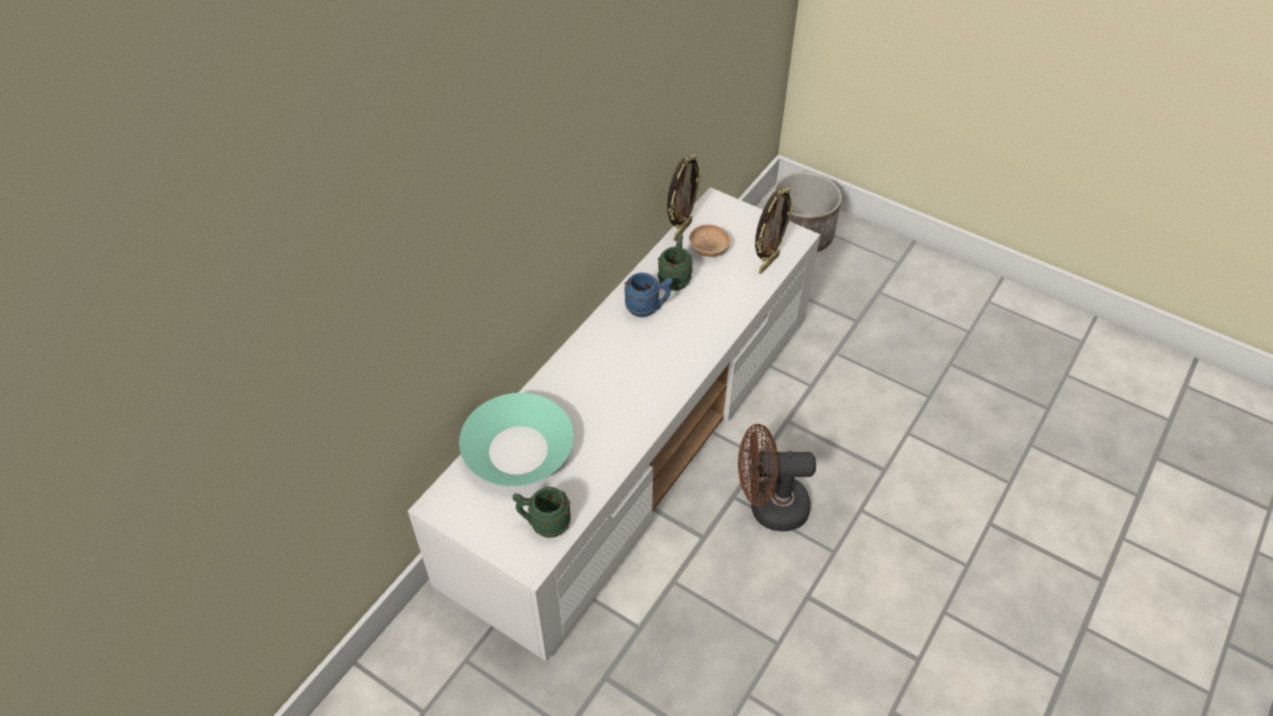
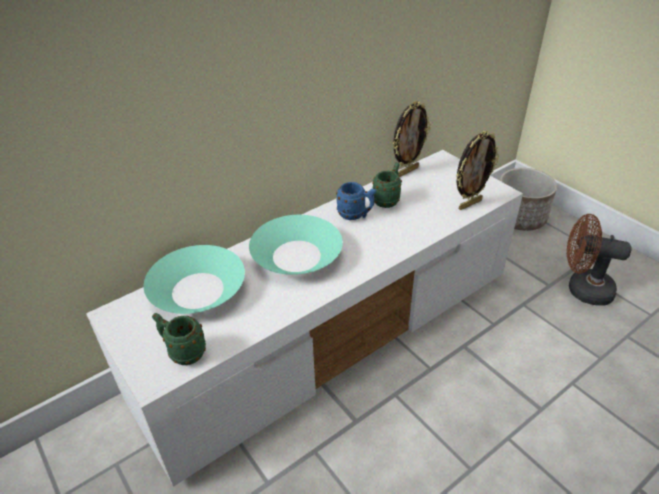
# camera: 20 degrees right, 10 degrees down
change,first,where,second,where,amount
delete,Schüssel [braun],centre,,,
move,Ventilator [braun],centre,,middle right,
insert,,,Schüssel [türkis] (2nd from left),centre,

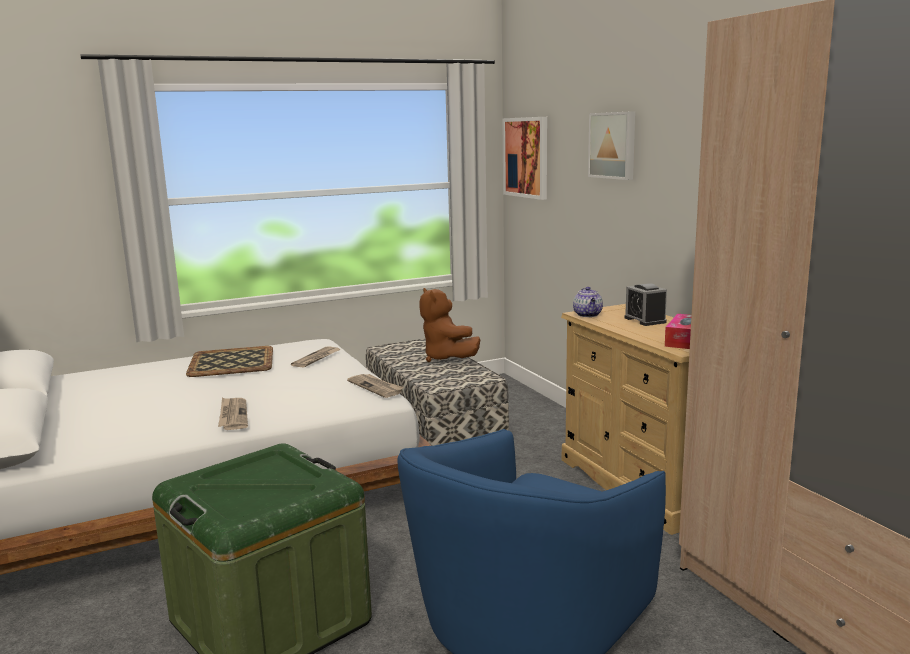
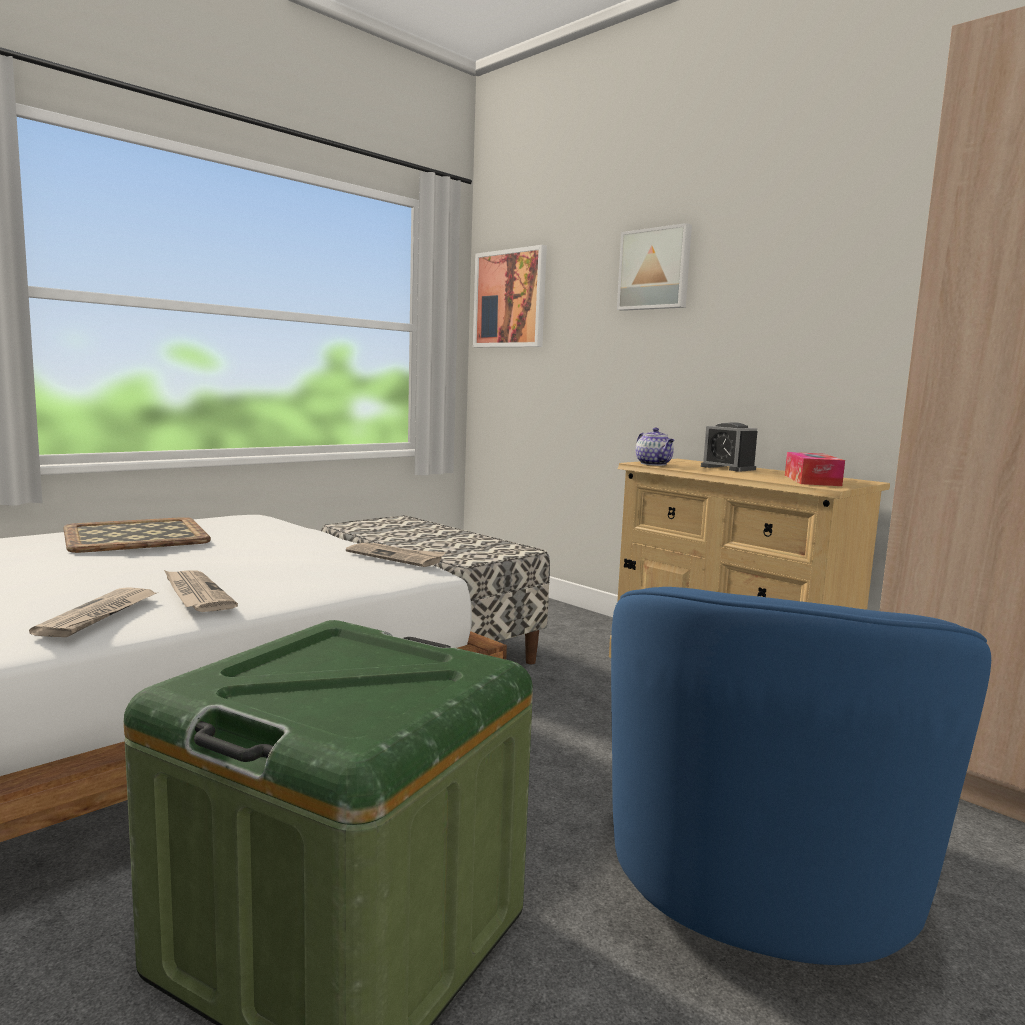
# camera: 20 degrees left, 5 degrees down
change,first,where,second,where,amount
delete,Plüschtier [braun],centre,,,
move,Zeitung (2nd from left in the first image),centre,Zeitung (1st from left),middle left,

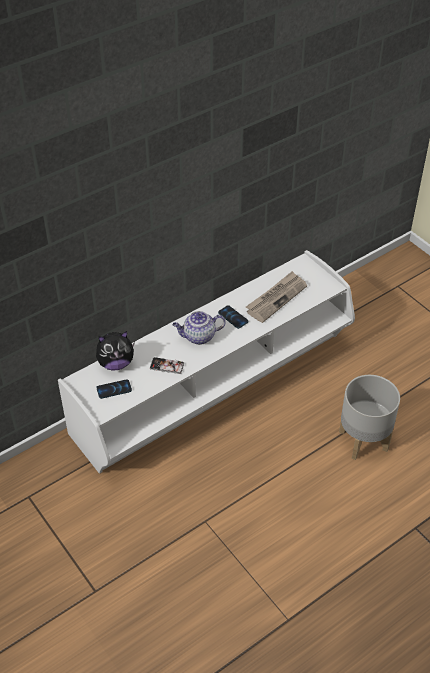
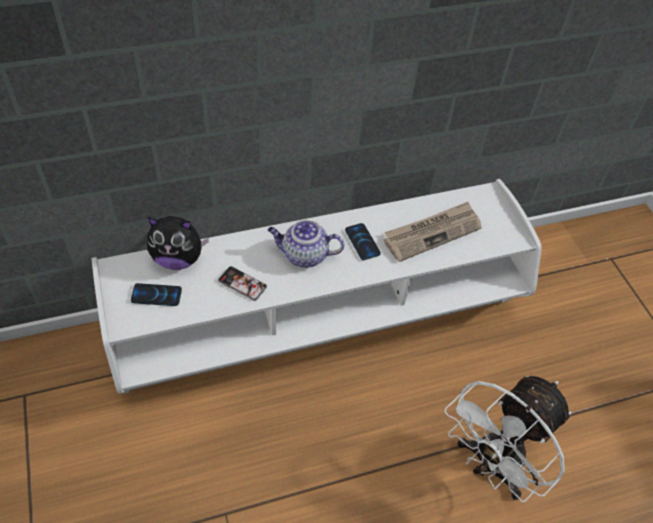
# camera: 15 degrees right, 5 degrees up
change,first,where,second,where,amount
replace,Pflanzkübel [grau],middle right,Ventilator [weiß],bottom right,

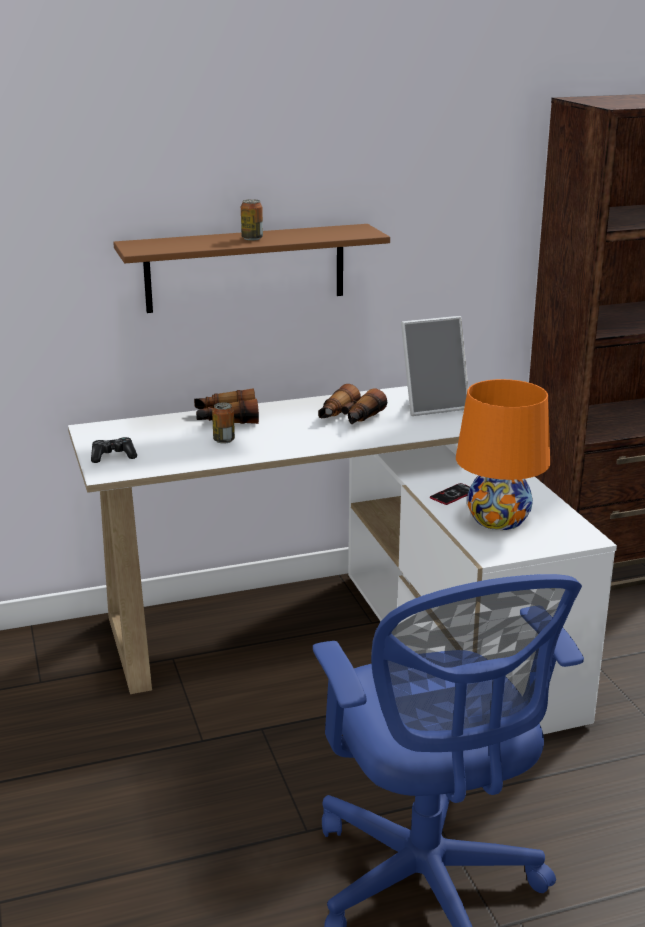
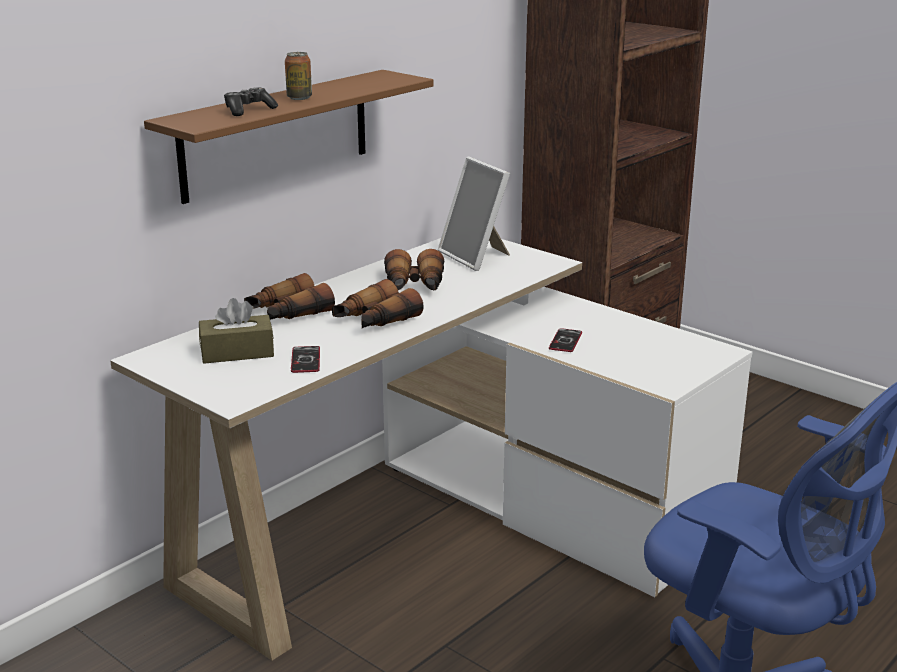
# camera: 30 degrees left, 0 degrees up
change,first,where,second,where,amount
rotate,Bilderrahmen,middle right,,top centre,105 degrees clockwise
delete,Tischlampe [orange],middle right,,,
delete,Dose (1st from left),centre,,,
move,Gamepad,middle left,,top left,
insert,,,Fernglas (2nd from left),centre,
insert,,,Taschentuchbox [braun],middle left,
insert,,,Handy (1st from left),centre,

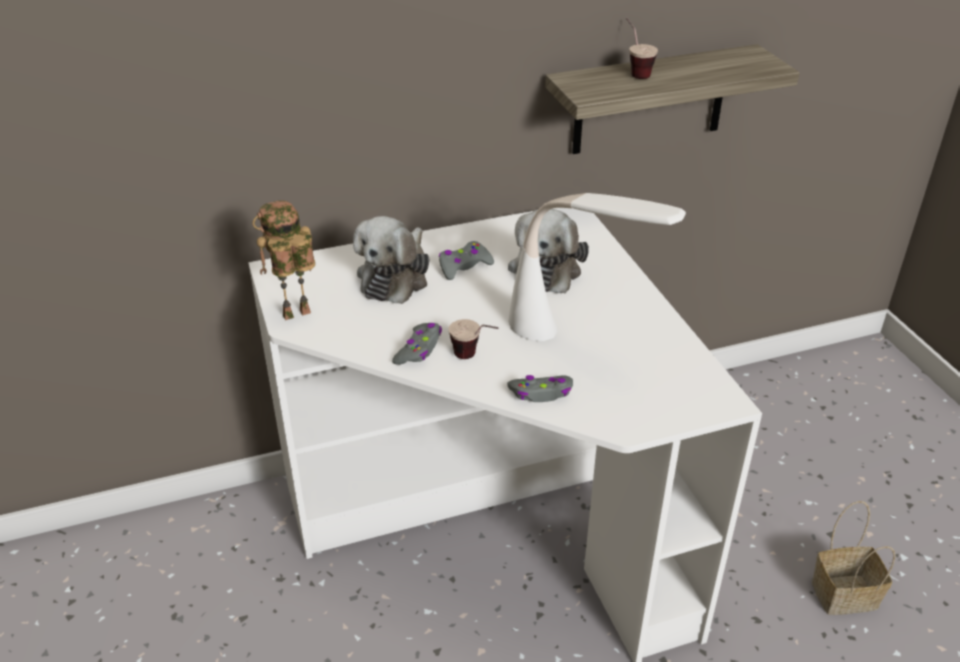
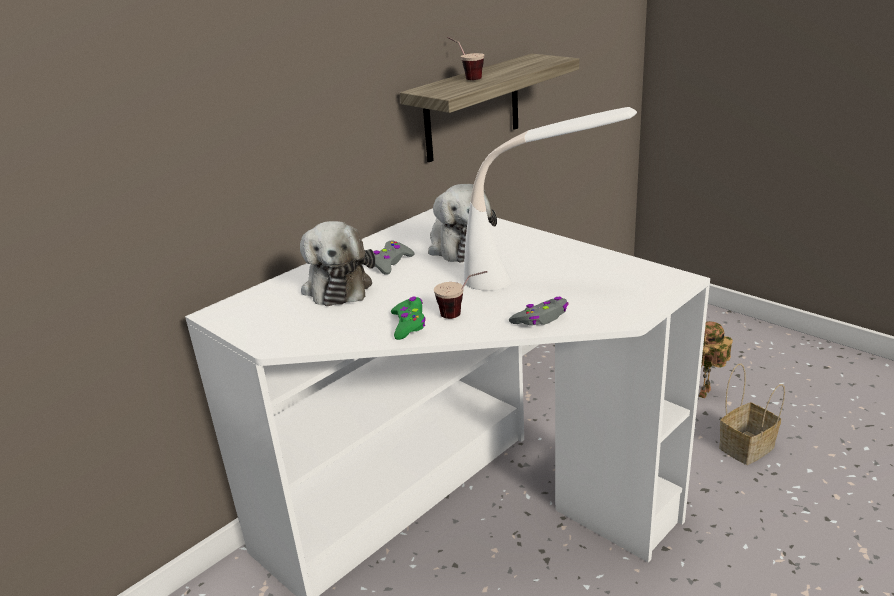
# camera: 25 degrees left, 10 degrees down
change,first,where,second,where,amount
move,Spielzeugroboter,middle left,,middle right,
recolor,Gamepad [grau] (1st from left),centre,Gamepad [grün],centre,

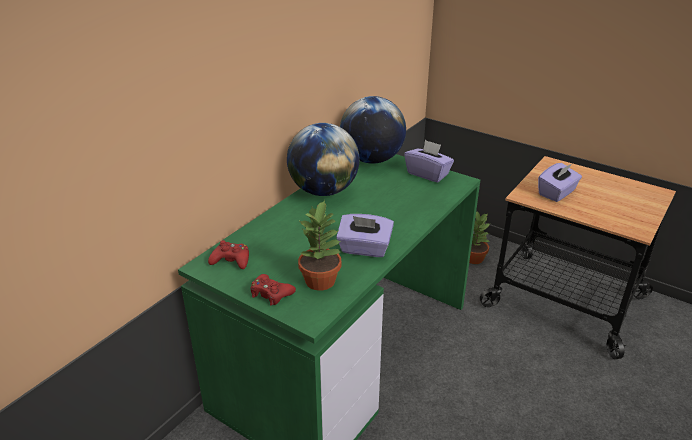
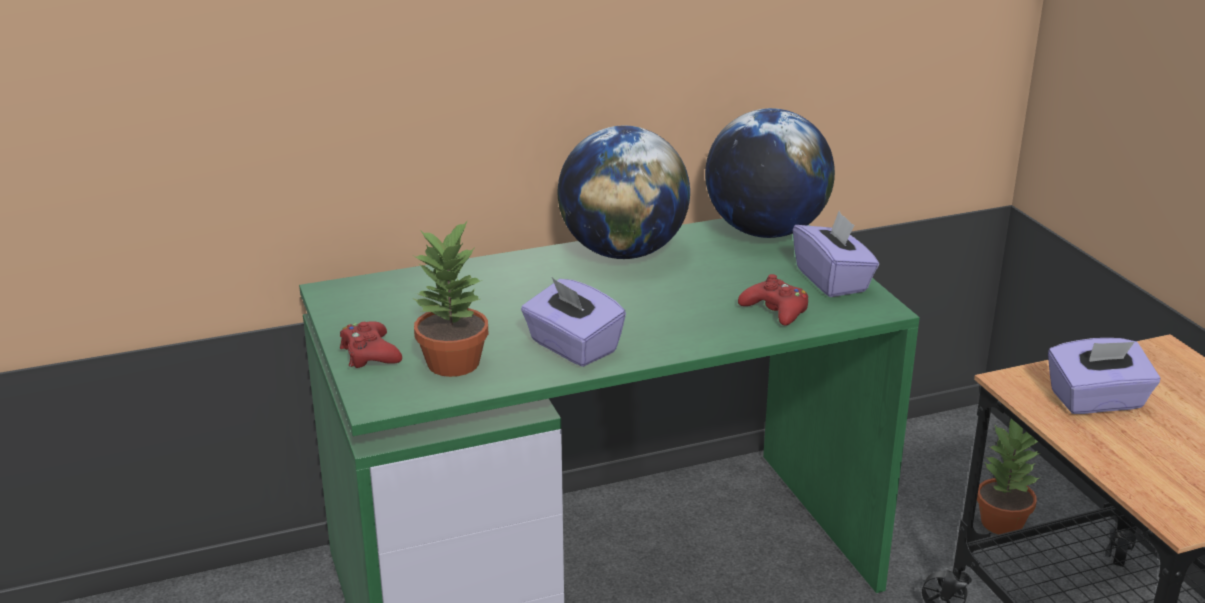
# camera: 35 degrees right, 5 degrees down
change,first,where,second,where,amount
move,Gamepad [rot] (1st from left in the first image),middle left,Gamepad [rot] (2nd from left),centre,

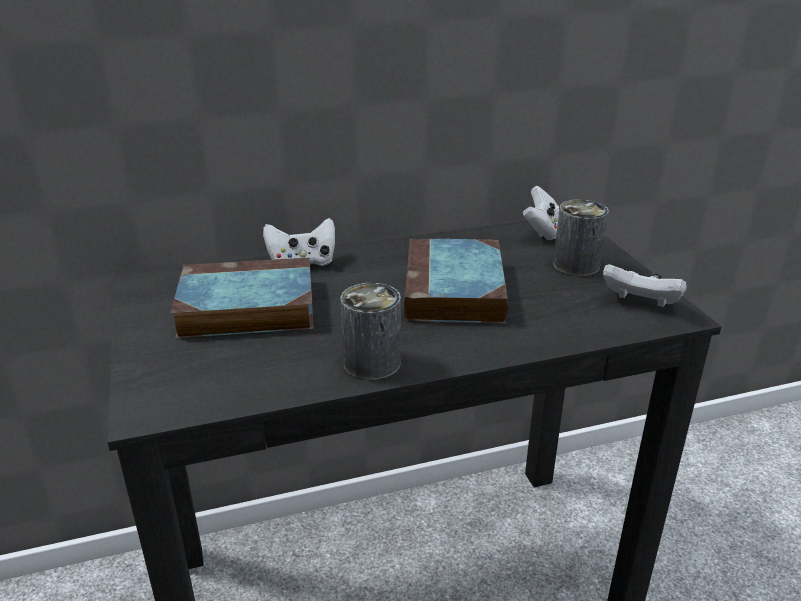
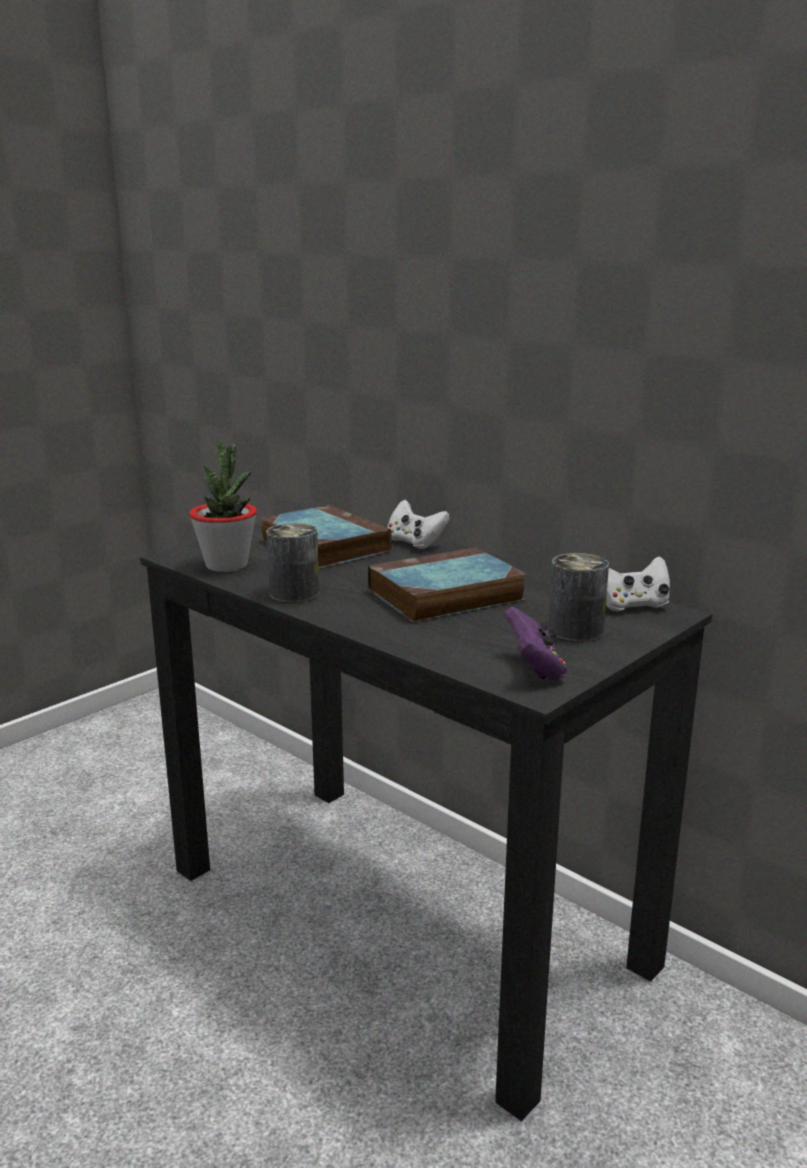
# camera: 60 degrees right, 10 degrees down
change,first,where,second,where,amount
recolor,Gamepad [weiß] (3rd from left),middle right,Gamepad [lila],centre,
insert,,,Topfpflanze,middle left,

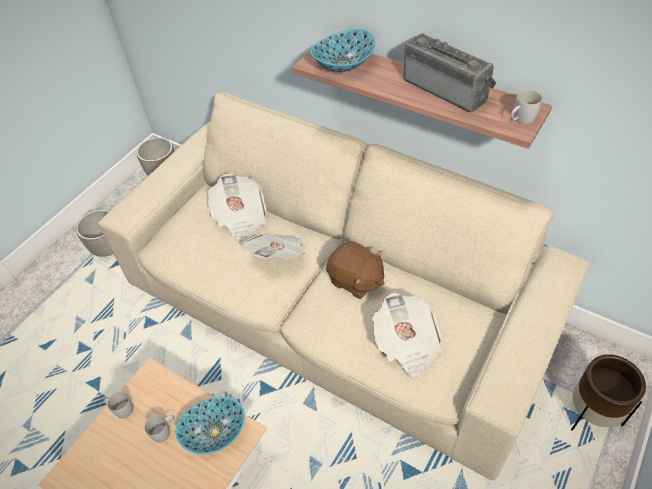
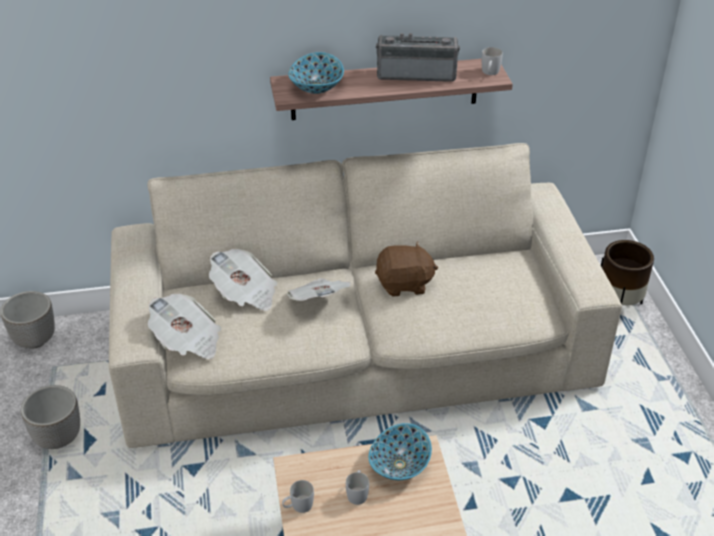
# camera: 45 degrees left, 10 degrees down
change,first,where,second,where,amount
move,Zeitung (3rd from left in the first image),bottom centre,Zeitung (1st from left),middle left,

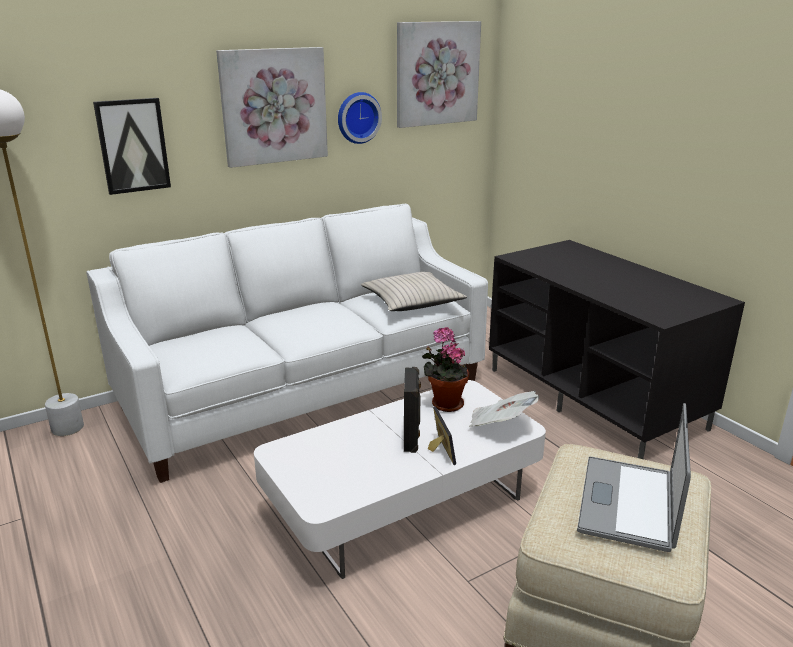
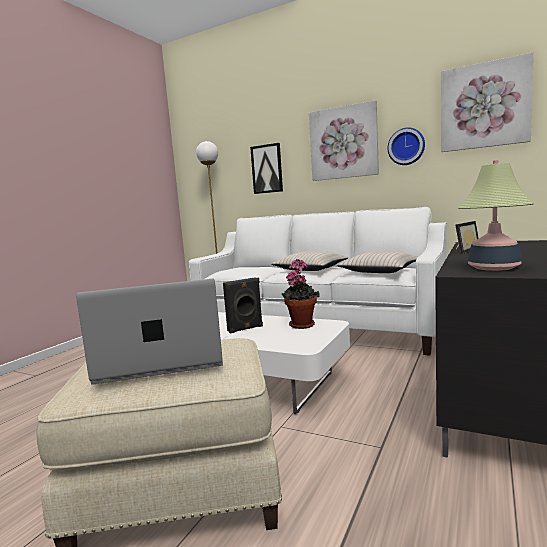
# camera: 60 degrees right, 15 degrees down
change,first,where,second,where,amount
delete,Zeitung,centre,,,
move,Bilderrahmen,bottom centre,,middle right,
insert,,,Tischlampe,middle right,
insert,,,Kissen [beige] (1st from left),centre,

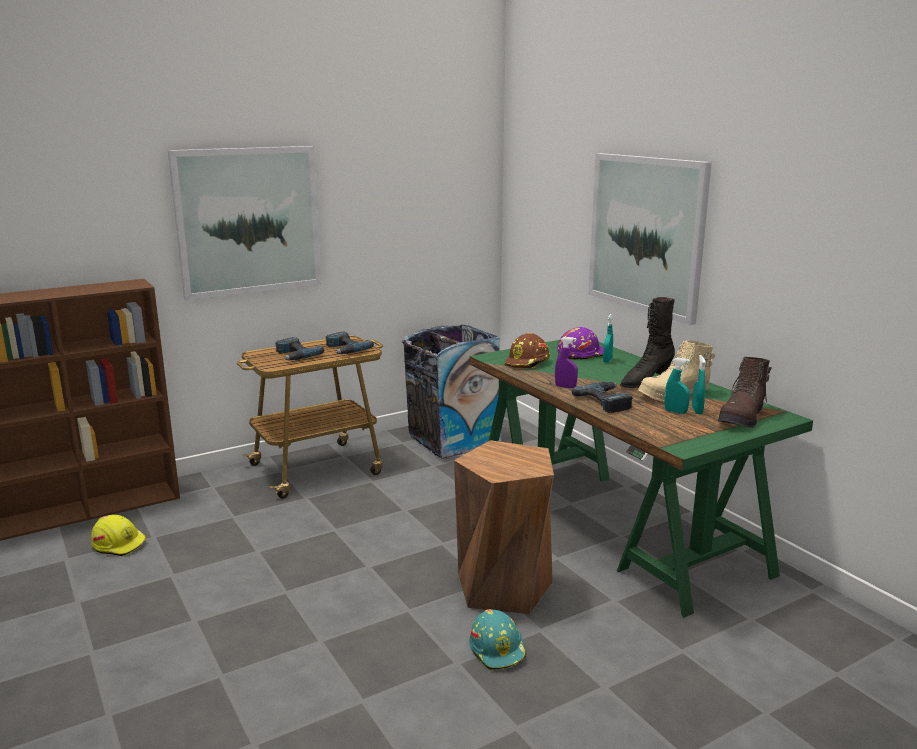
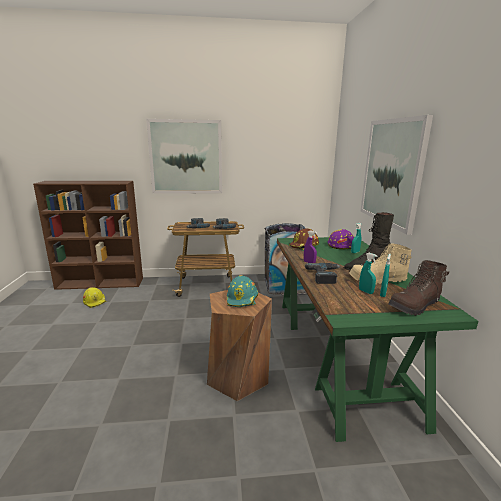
# camera: 25 degrees right, 0 degrees up
change,first,where,second,where,amount
move,Schutzhelm [türkis],bottom centre,,centre,

